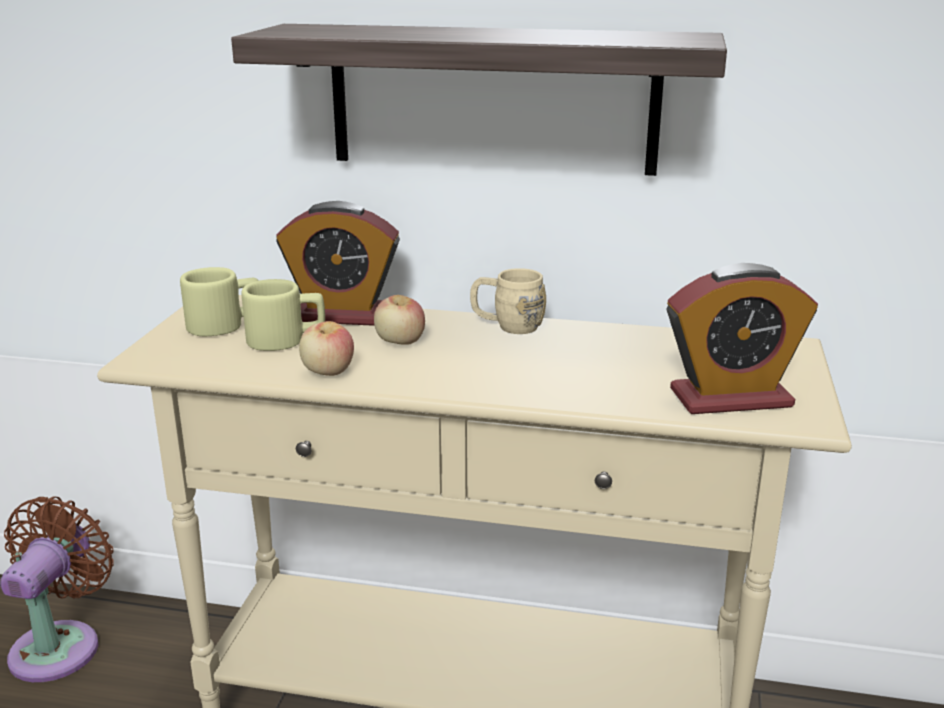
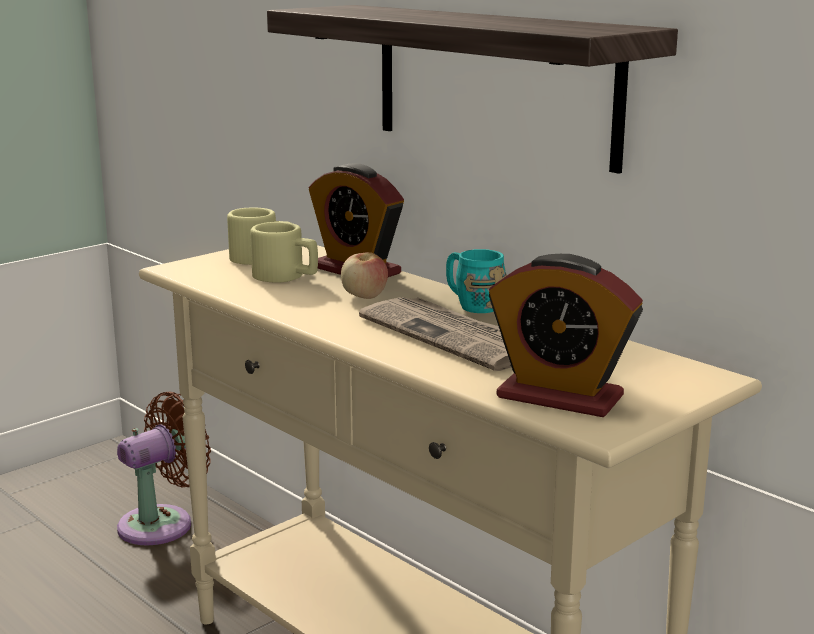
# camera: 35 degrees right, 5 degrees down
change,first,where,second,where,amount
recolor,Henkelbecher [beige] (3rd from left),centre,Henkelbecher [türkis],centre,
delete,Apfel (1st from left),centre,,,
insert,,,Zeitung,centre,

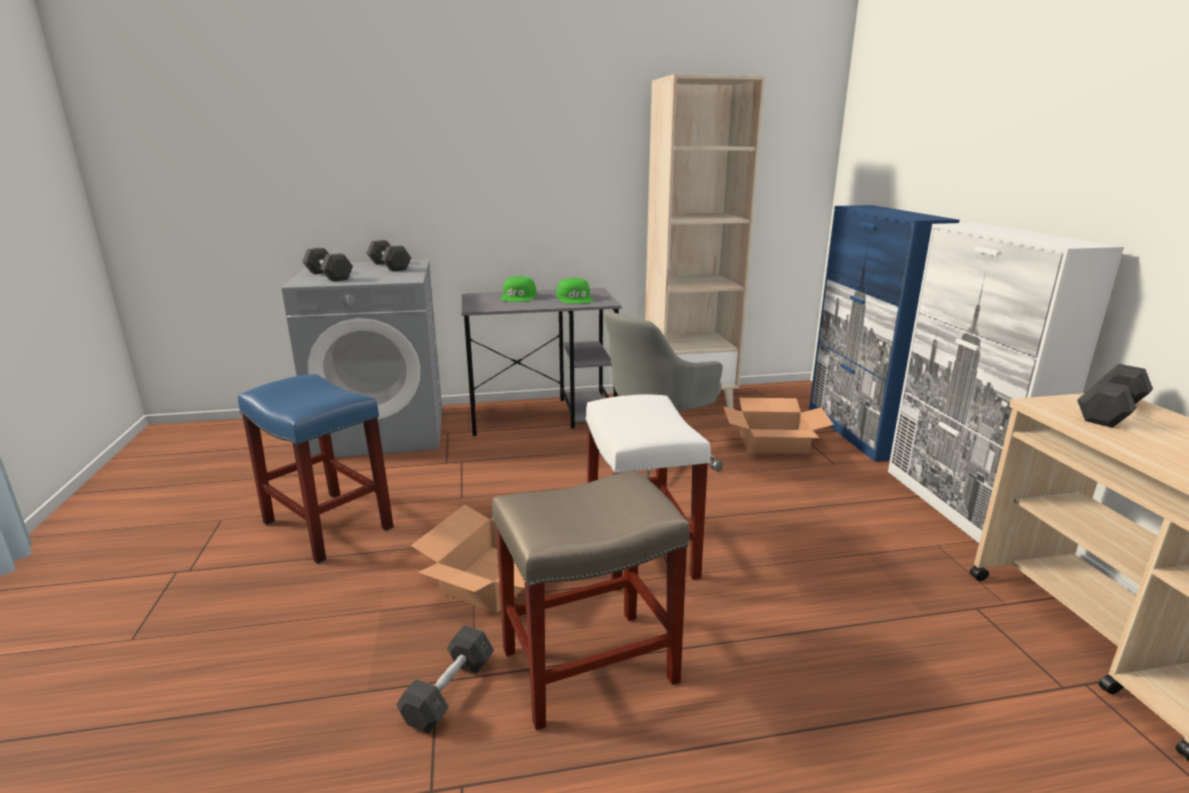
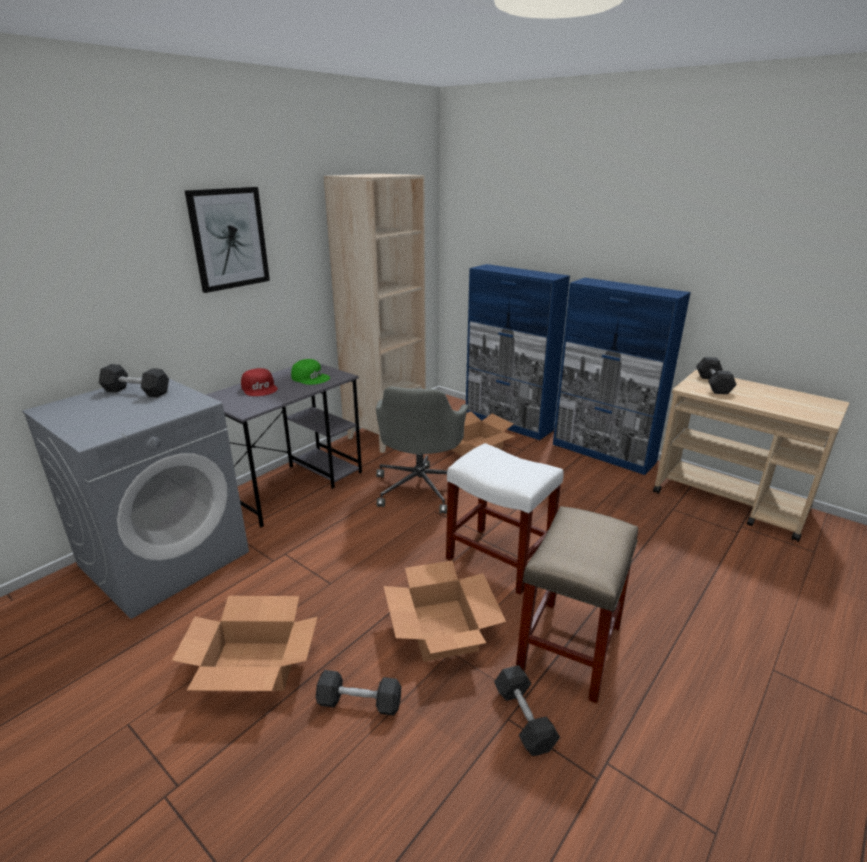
# camera: 40 degrees left, 5 degrees up
change,first,where,second,where,amount
recolor,Schrank [weiß],middle right,Schrank [blau] (2nd from left),middle right,
move,Hantel [grau] (1st from left in the first image),middle left,Hantel [grau] (2nd from left),bottom centre,
recolor,Kappe [grün] (1st from left),centre,Kappe [rot],middle left,
replace,Hocker [blau],middle left,Karton (1st from left),bottom left,
insert,,,Bild,top left,

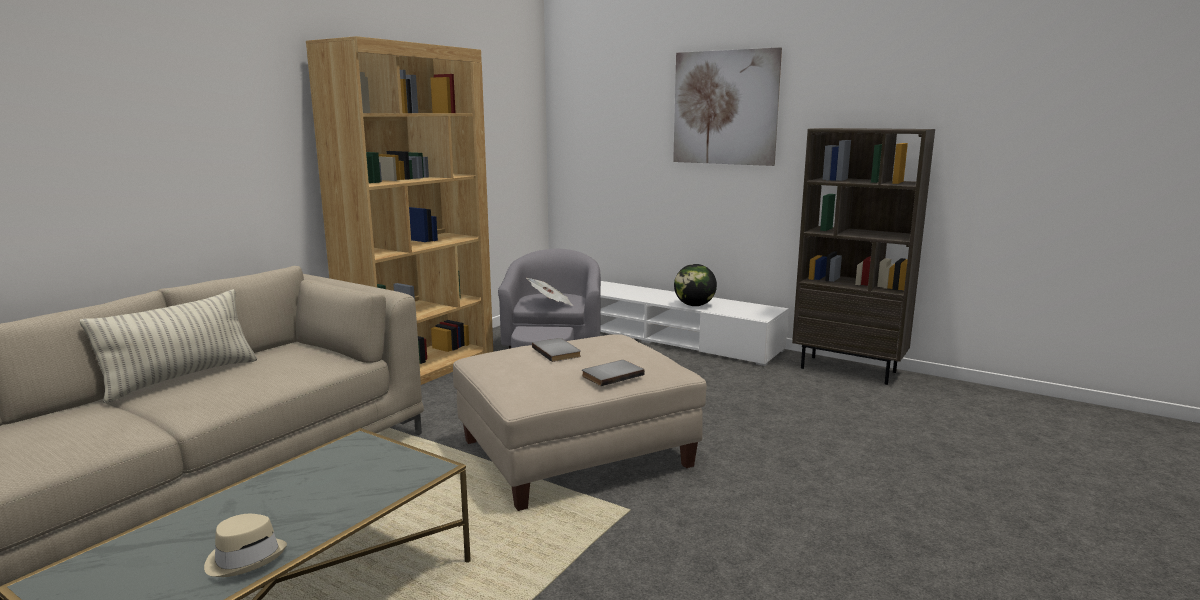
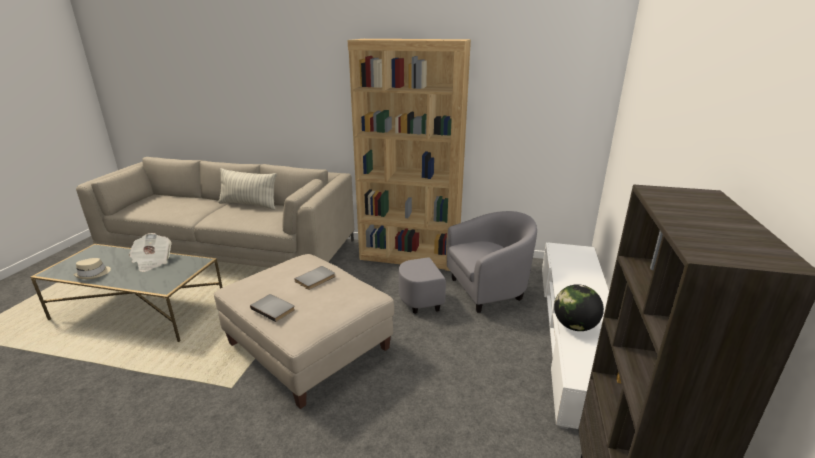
# camera: 70 degrees right, 10 degrees up
change,first,where,second,where,amount
delete,Bild,top centre,,,
move,Zeitung,centre,,middle left,

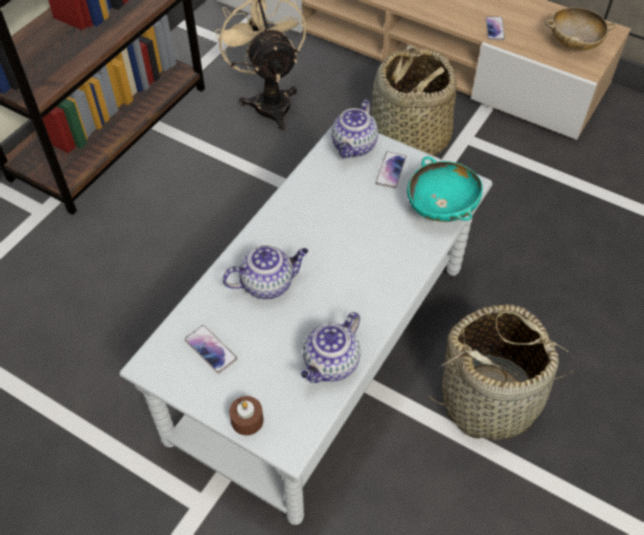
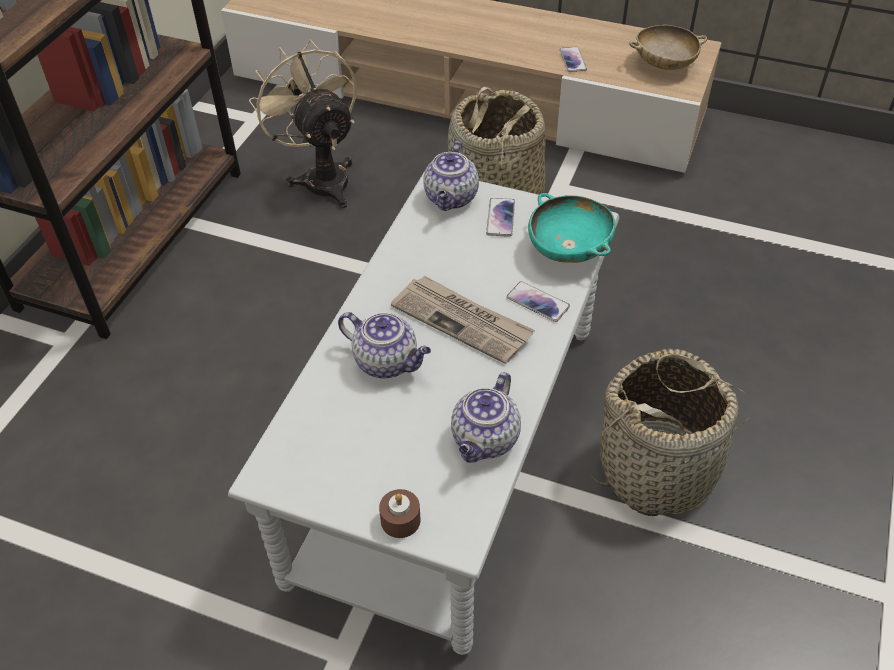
# camera: 10 degrees left, 5 degrees down
change,first,where,second,where,amount
rotate,Teekanne (1st from left),centre,,centre,60 degrees clockwise
move,Handy (1st from left in the first image),middle left,Handy (2nd from left),centre,
insert,,,Zeitung,centre,

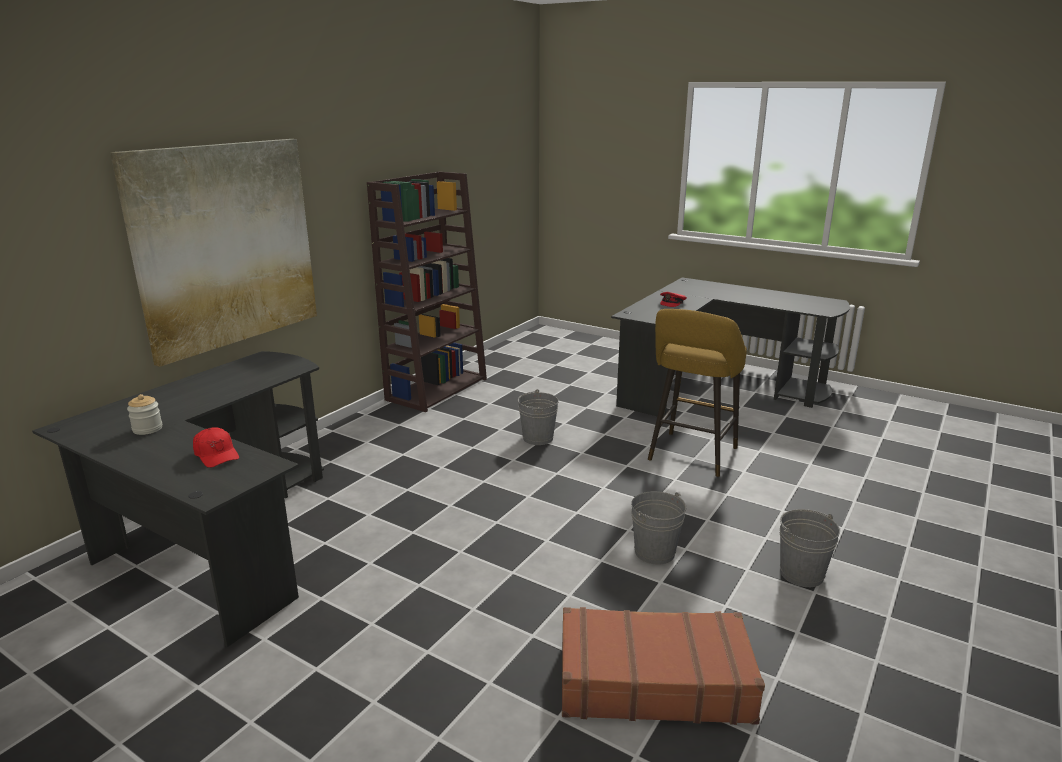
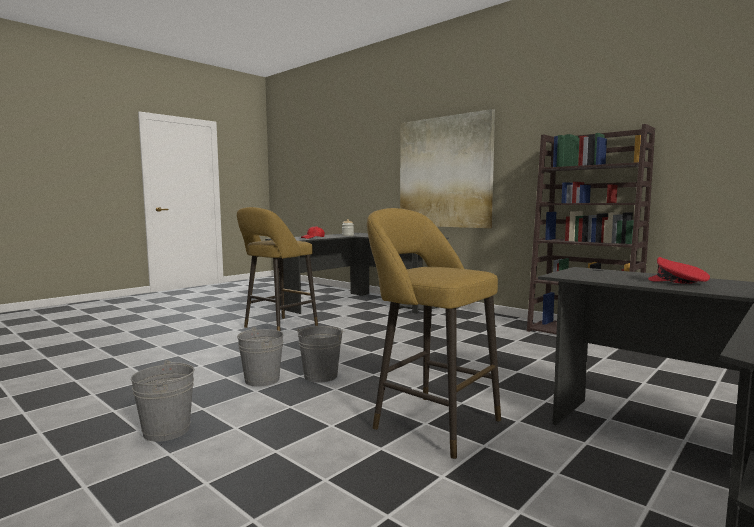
# camera: 100 degrees right, 15 degrees down
change,first,where,second,where,amount
move,Eimer [grau] (1st from left in the first image),centre,Eimer [grau] (3rd from left),bottom centre,
delete,Koffer [braun],bottom centre,,,
insert,,,Hocker [gelb] (1st from left),centre,

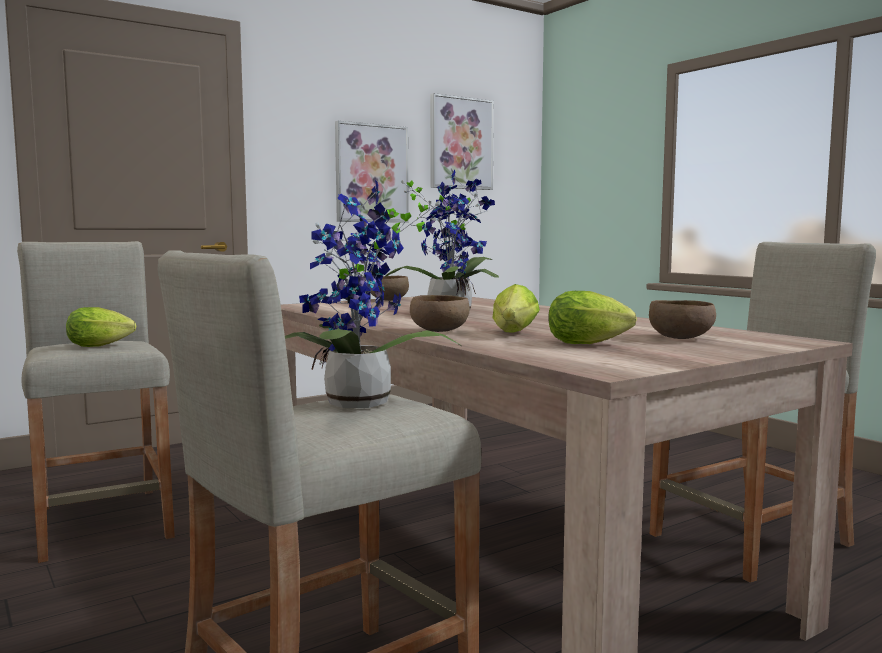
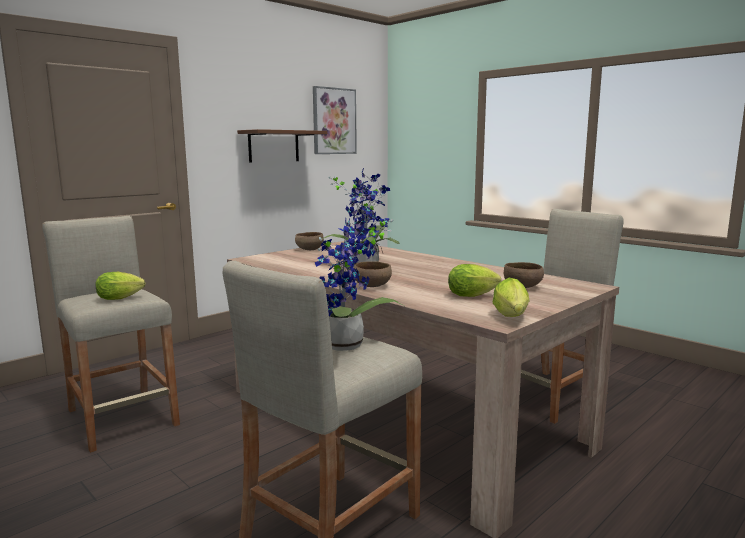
# camera: 10 degrees left, 5 degrees up
change,first,where,second,where,amount
replace,Bild (1st from left),top centre,Wandregal [braun],top centre,
move,Salatkopf (2nd from left in the first image),centre,Salatkopf (3rd from left),middle right,

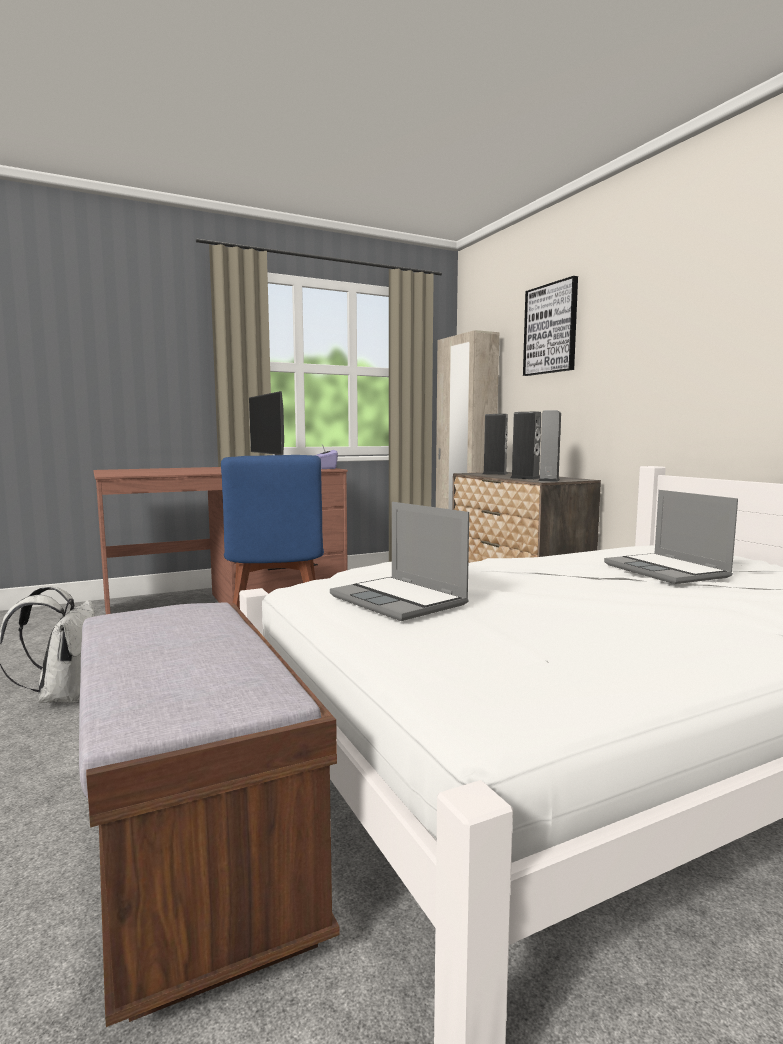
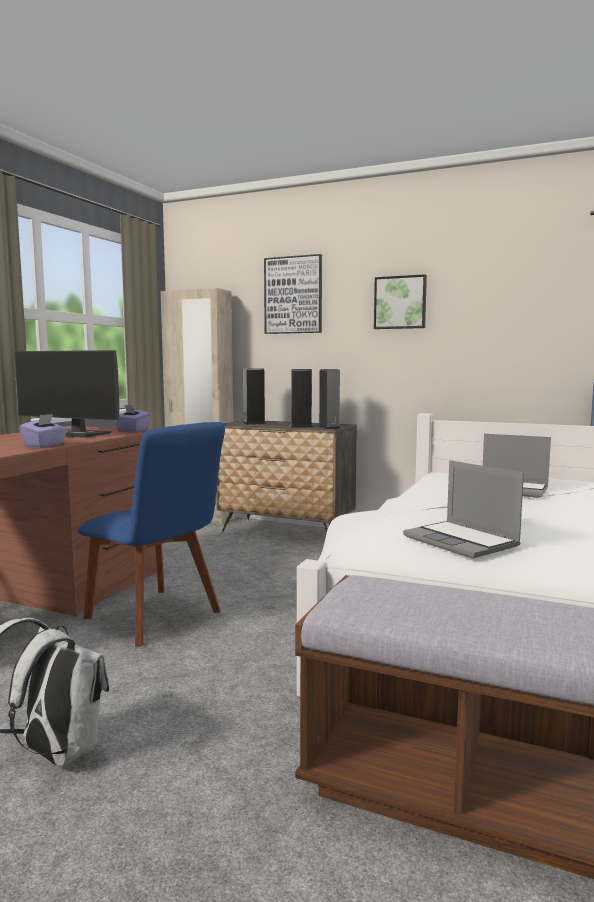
# camera: 40 degrees left, 0 degrees up
change,first,where,second,where,amount
rotate,Laptop (1st from left),centre,,middle right,45 degrees clockwise
insert,,,Bild (2nd from left),middle right,
insert,,,Taschentuchbox [lila] (1st from left),middle left,

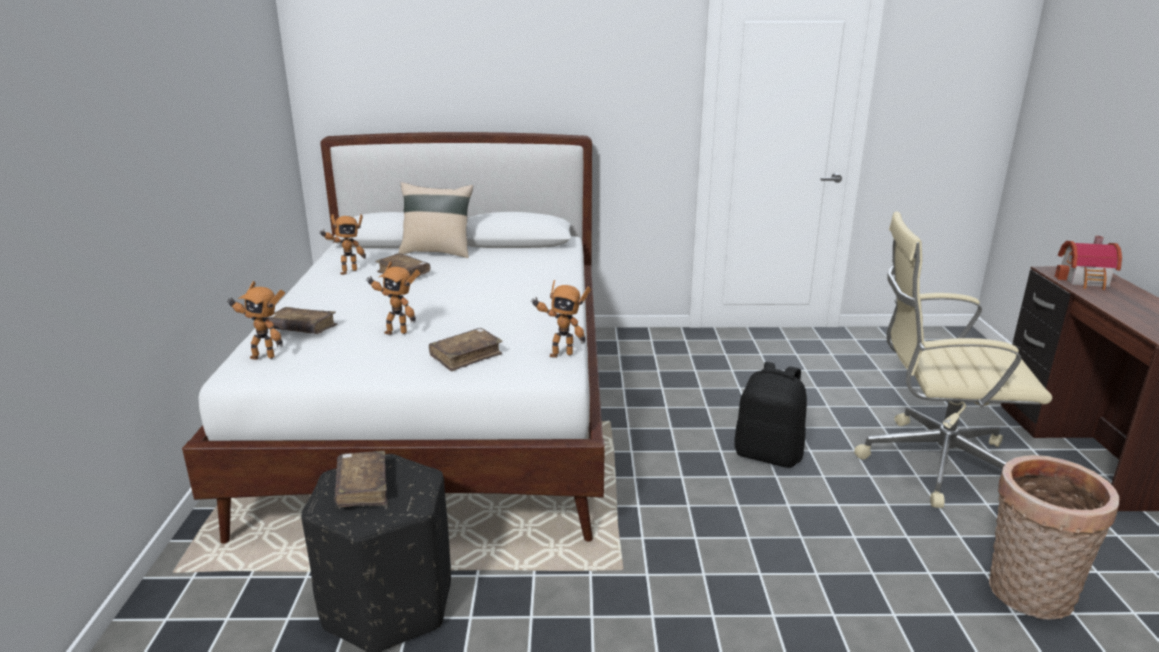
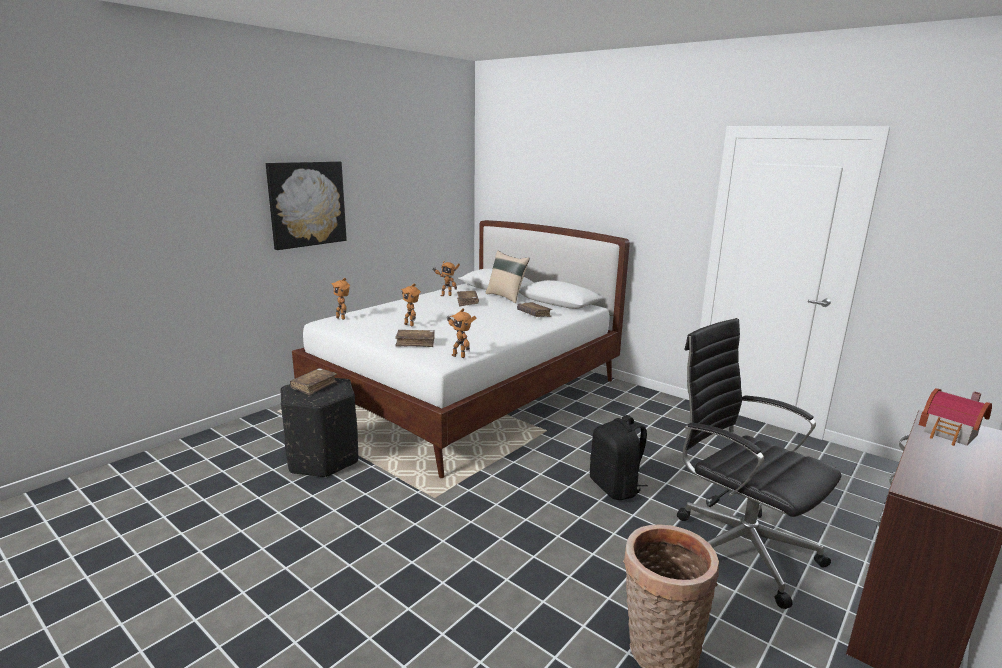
# camera: 40 degrees right, 5 degrees down
change,first,where,second,where,amount
recolor,Bürostuhl [beige],middle right,Bürostuhl [schwarz],bottom right,
move,Buch [braun] (1st from left in the first image),middle left,Buch [braun] (4th from left),centre,
insert,,,Bild,top left,

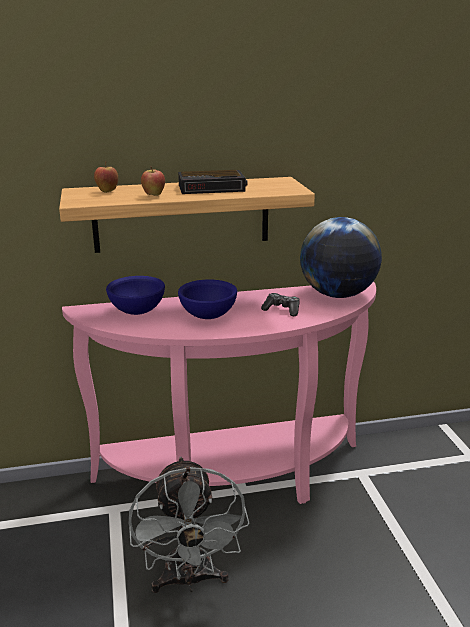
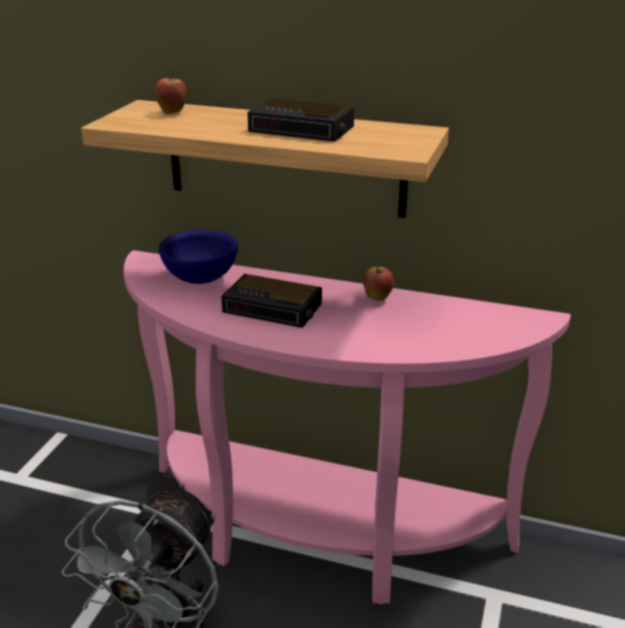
# camera: 30 degrees right, 5 degrees up
change,first,where,second,where,amount
move,Apfel (2nd from left),top left,,centre,
delete,Globus,middle right,,,
replace,Schüssel [blau] (2nd from left),centre,Wecker (1st from left),centre,
delete,Gamepad,centre,,,

